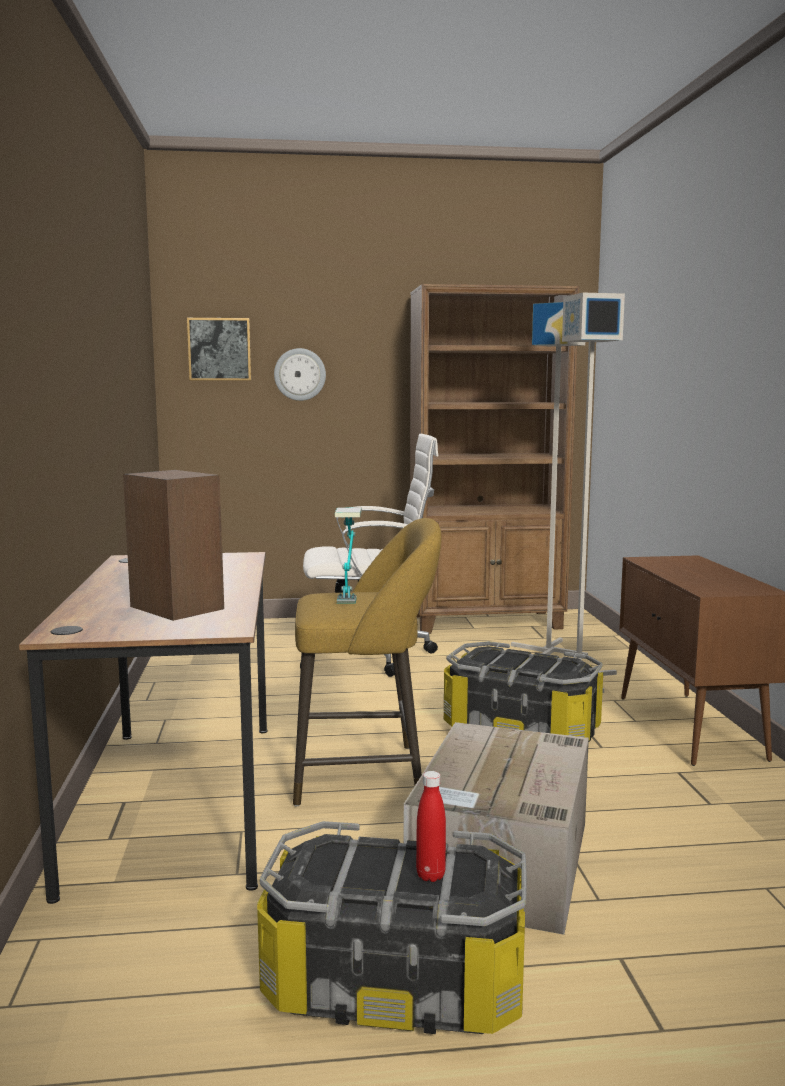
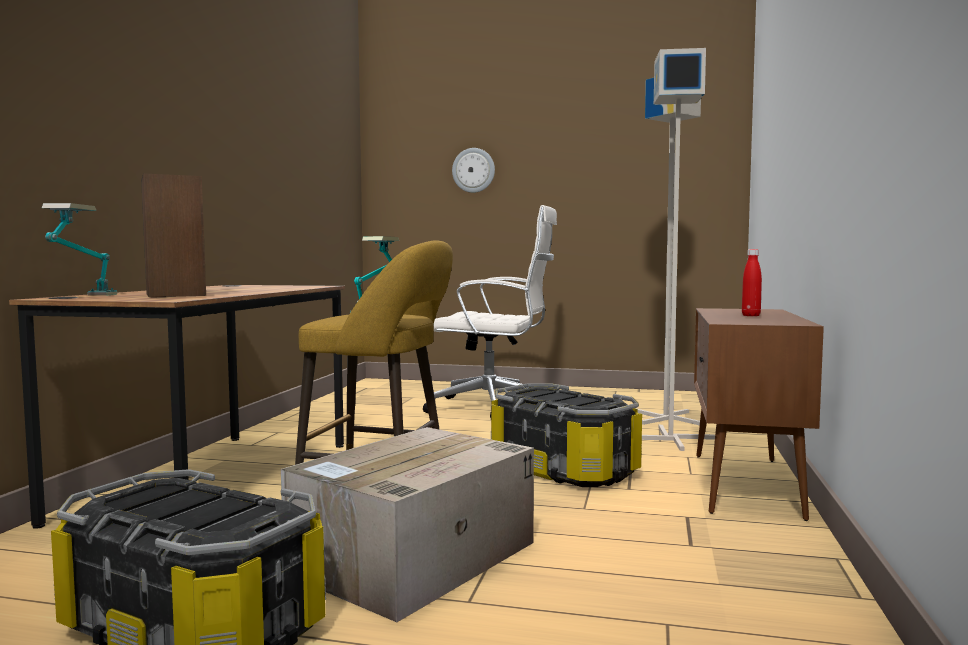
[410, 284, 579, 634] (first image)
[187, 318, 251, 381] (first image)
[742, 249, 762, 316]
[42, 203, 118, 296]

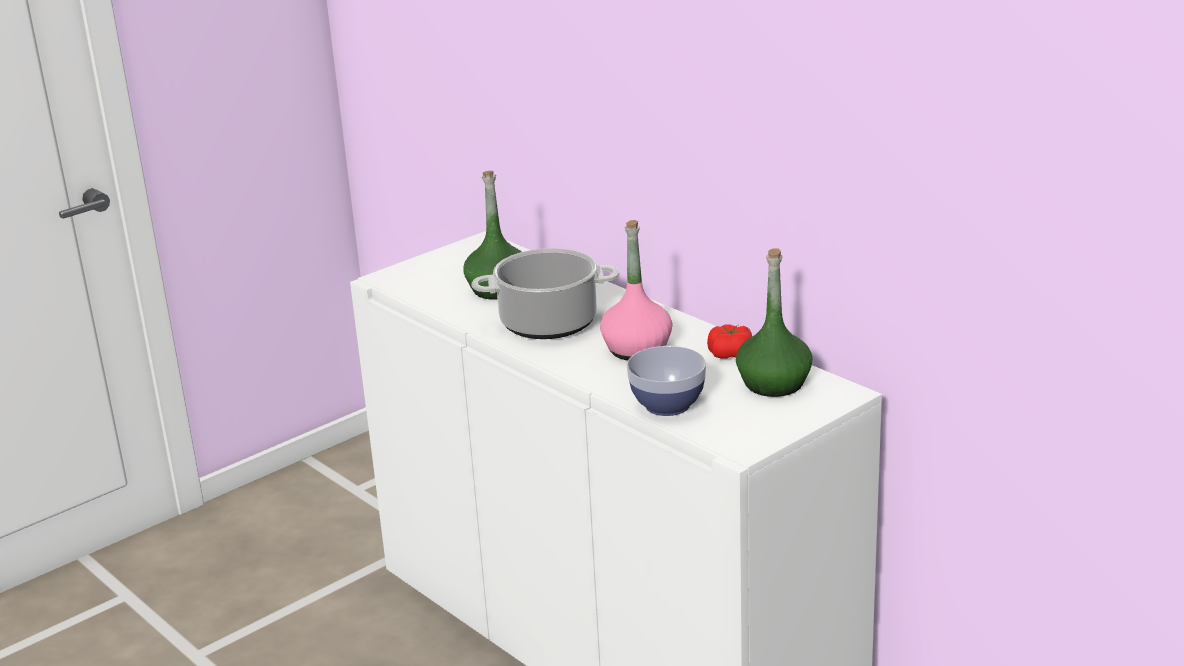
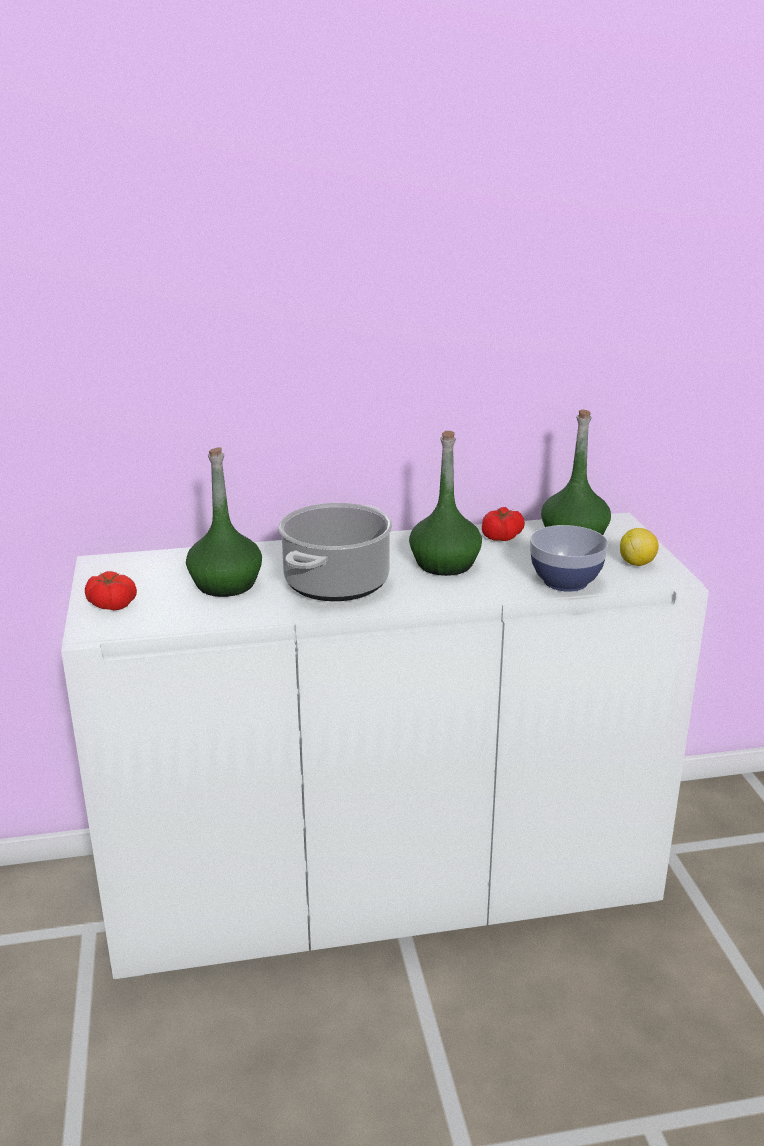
[409, 431, 482, 576]
[620, 528, 659, 566]
[85, 571, 137, 611]

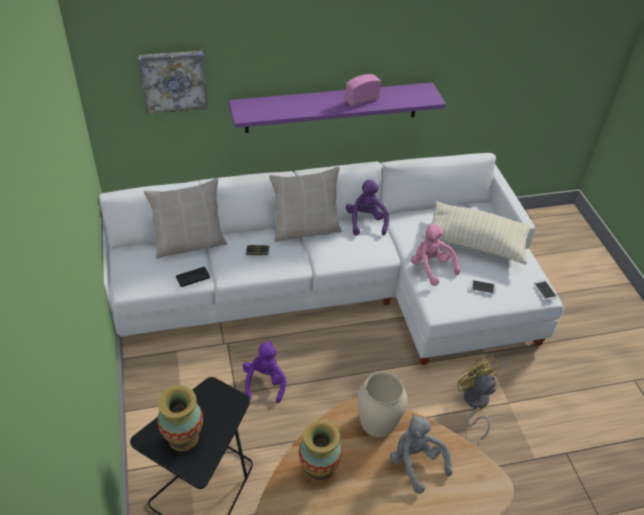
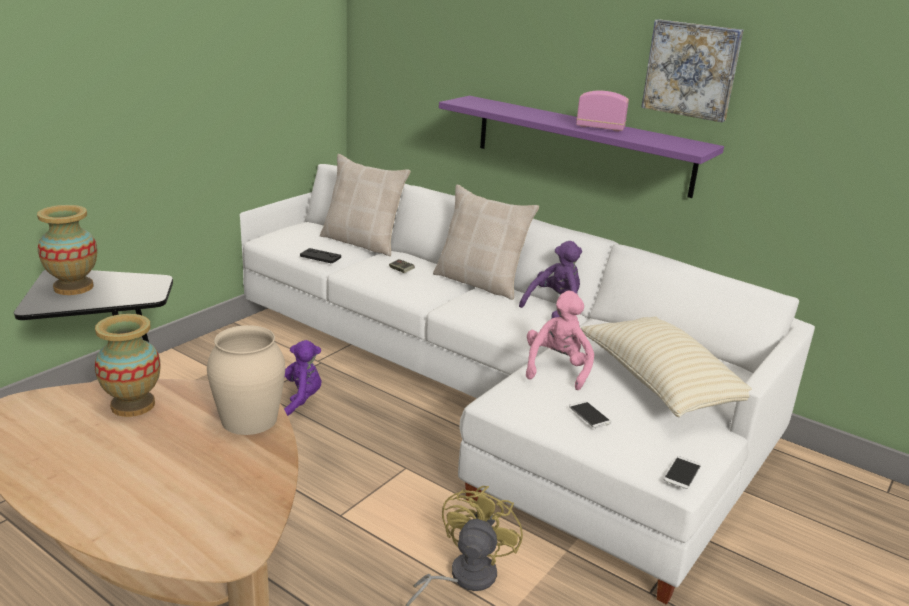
[641, 19, 743, 122]
[390, 414, 452, 494] (first image)

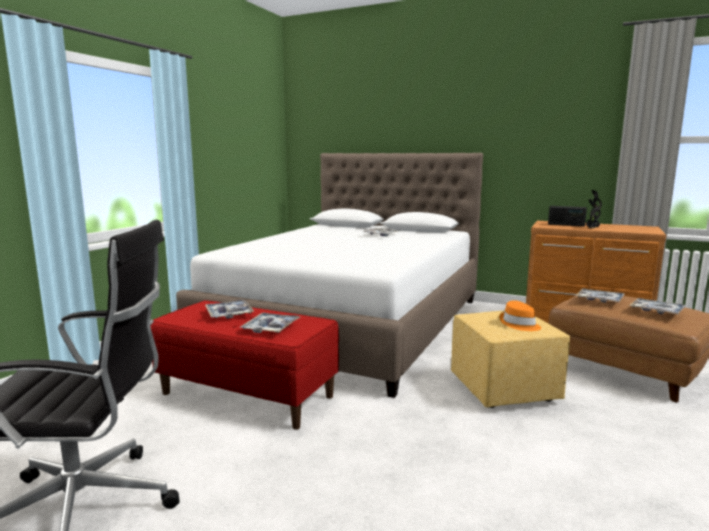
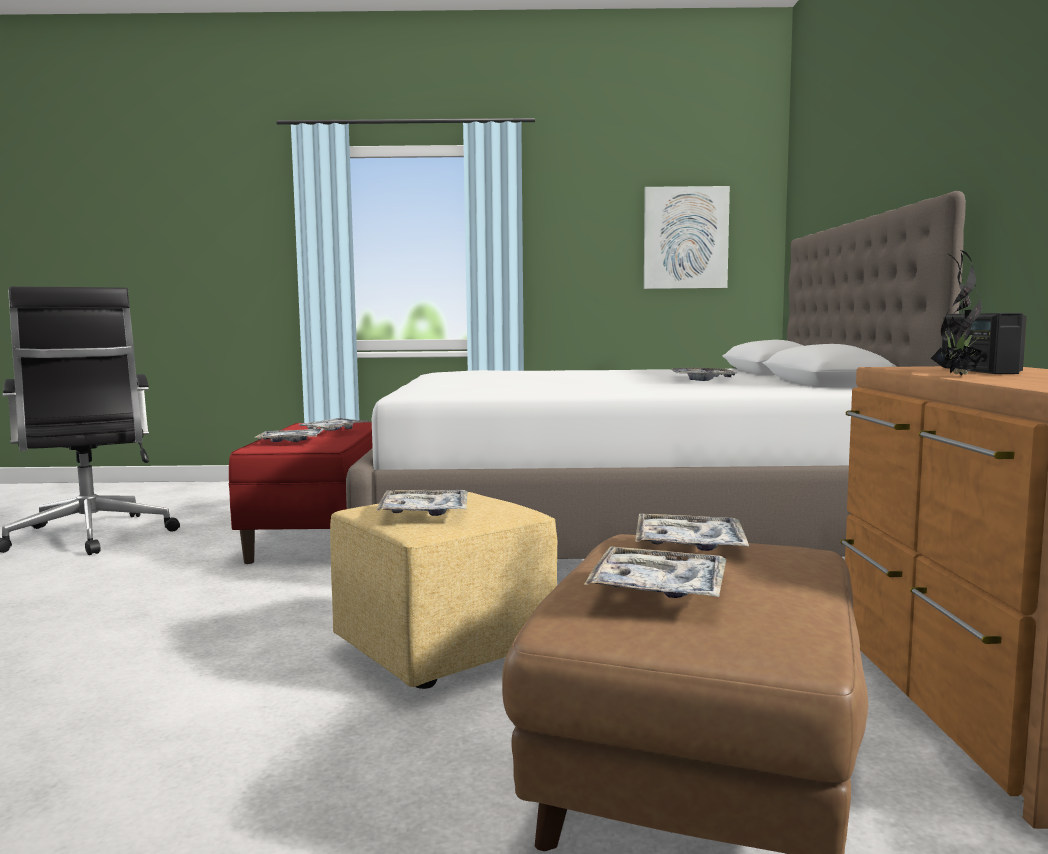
[376, 490, 468, 516]
[644, 186, 730, 289]

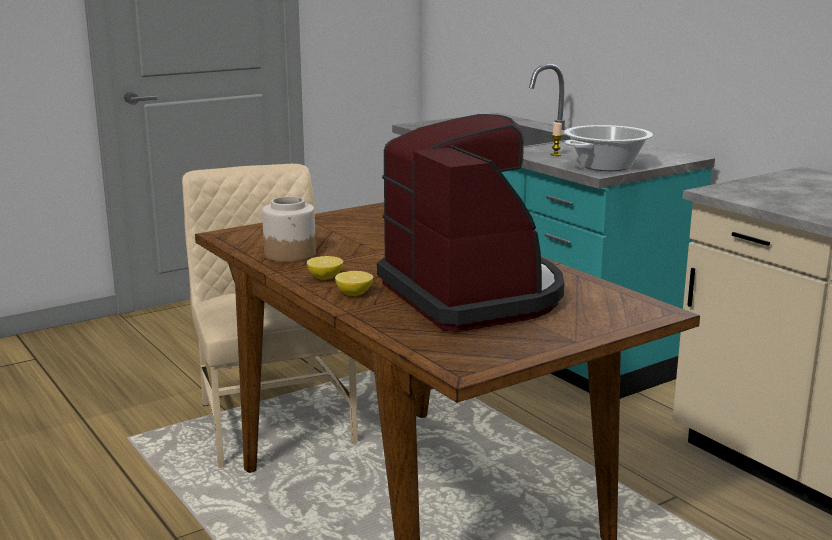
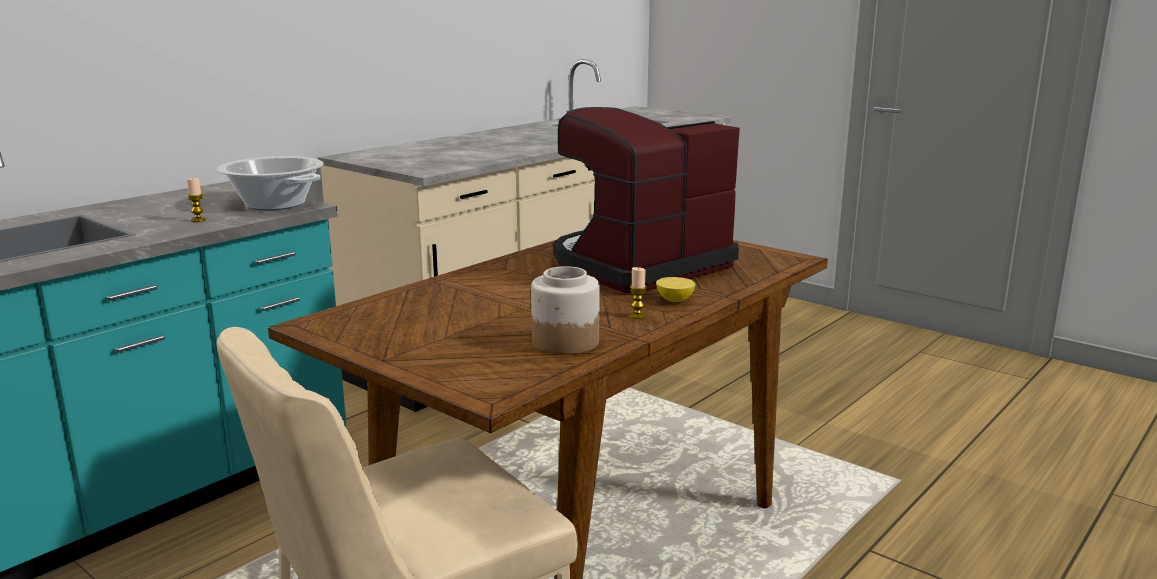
[629, 267, 647, 319]

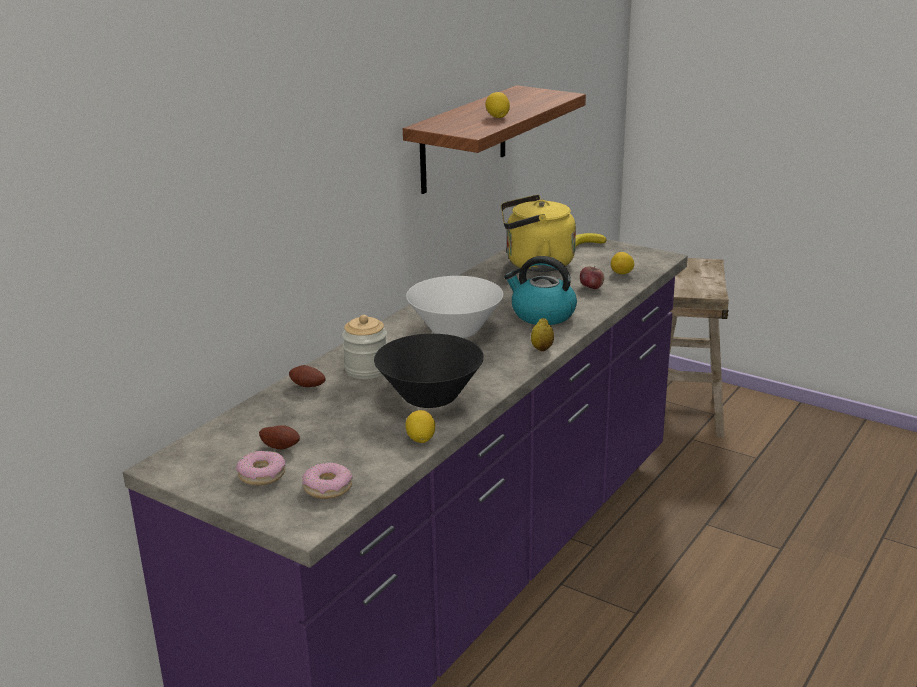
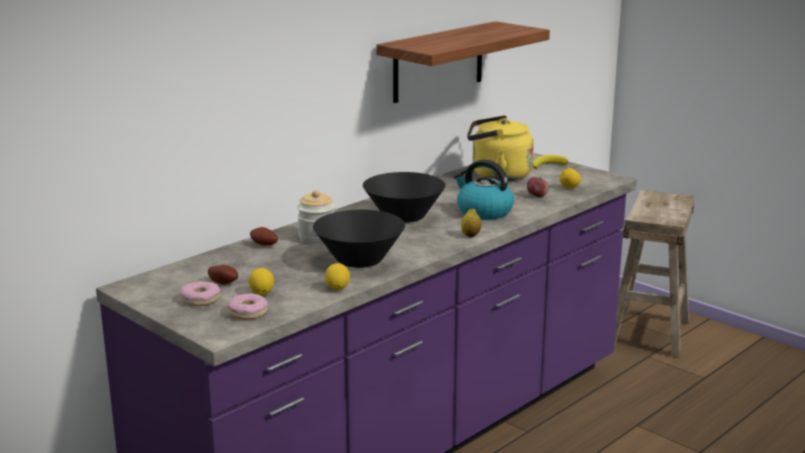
[249, 268, 274, 295]
[363, 172, 446, 223]

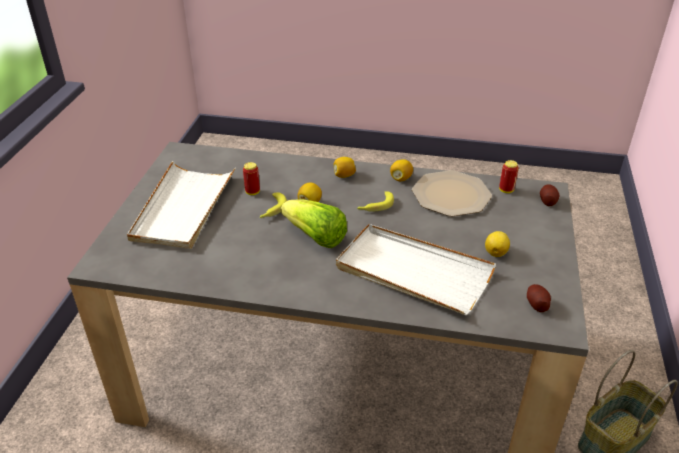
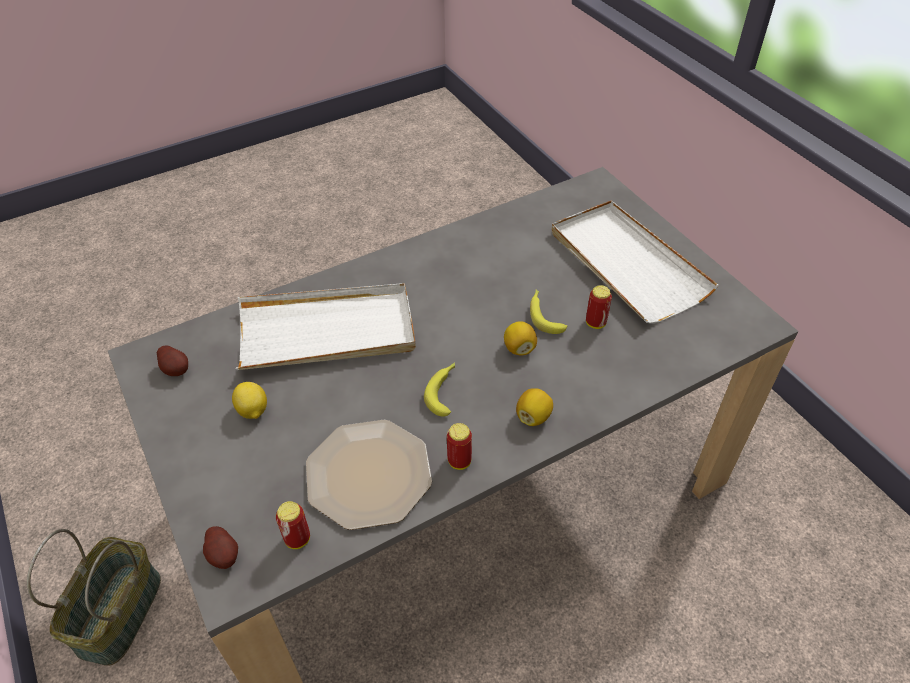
[447, 423, 472, 470]
[281, 199, 347, 248] (first image)

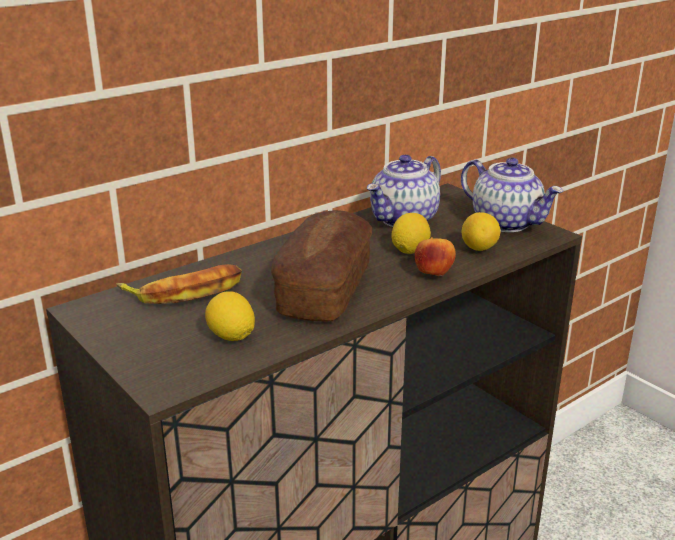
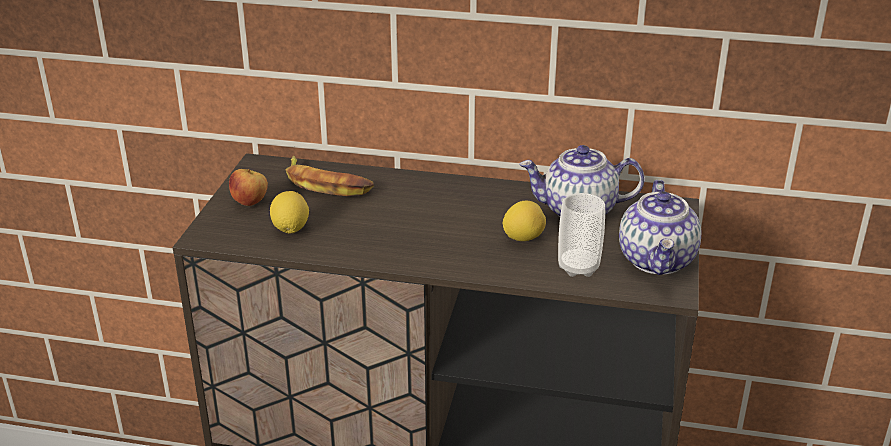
[271, 210, 372, 322] (first image)
[558, 193, 605, 277]
[229, 169, 268, 206]

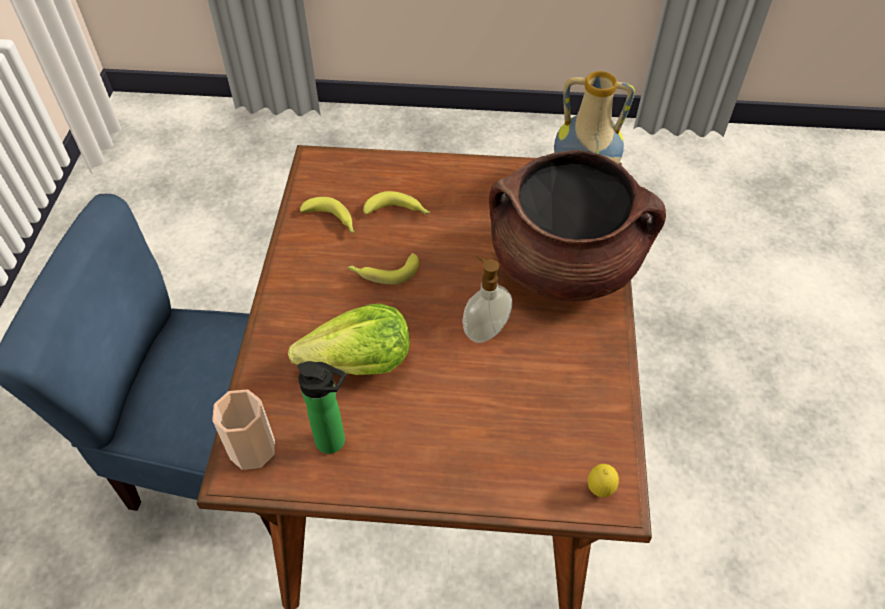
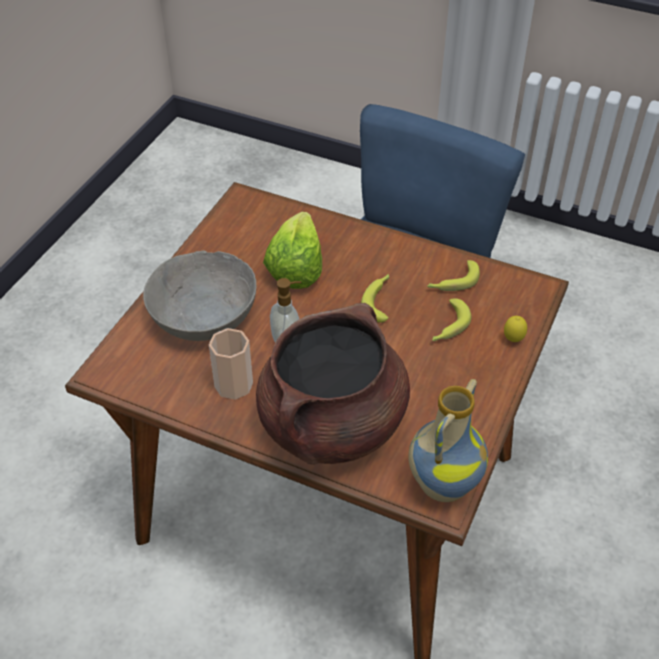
[297, 361, 346, 454] (first image)
[209, 328, 253, 399]
[504, 316, 527, 342]
[143, 250, 256, 341]

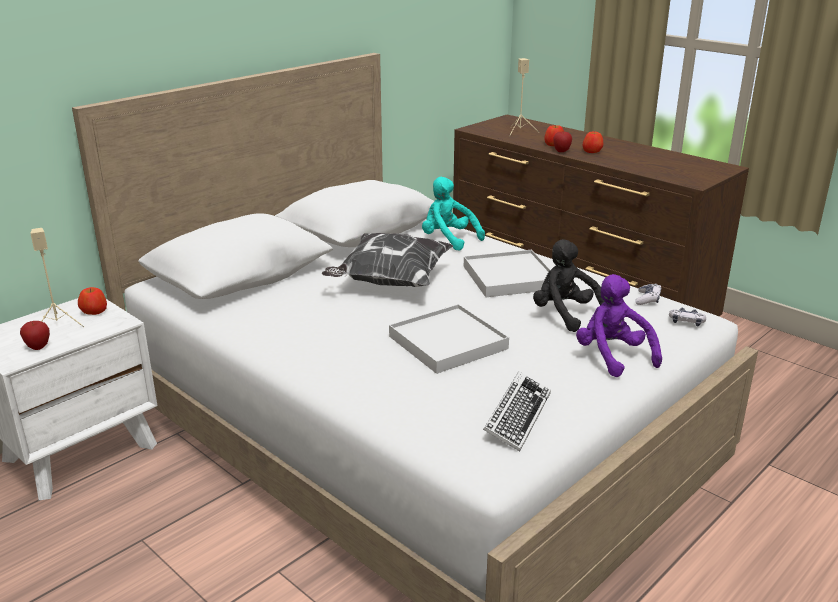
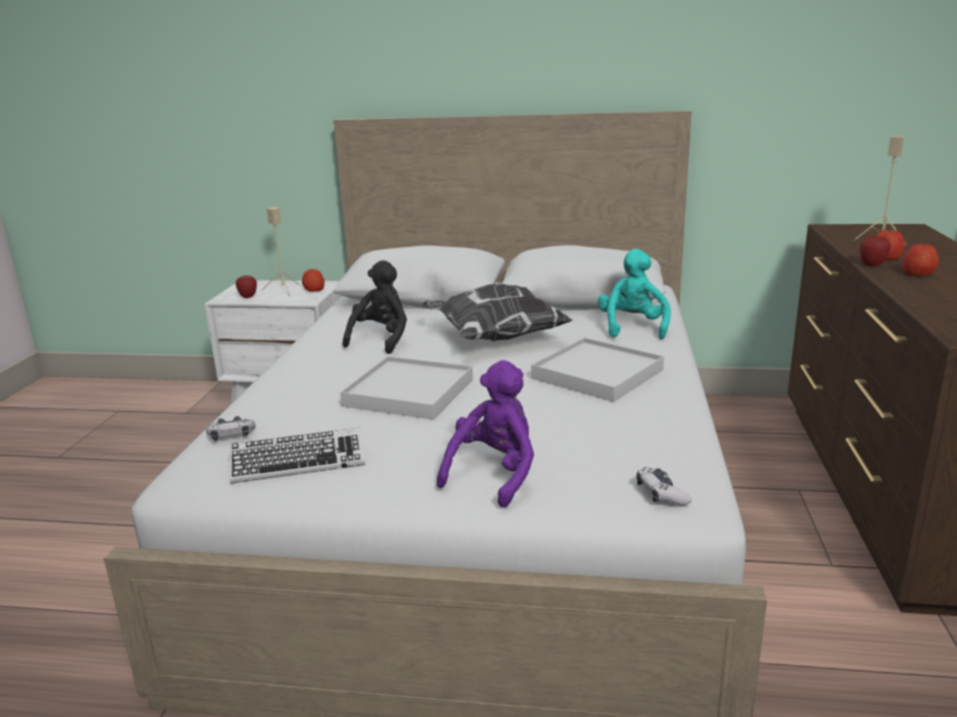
[343, 260, 407, 354]
[206, 416, 256, 441]

